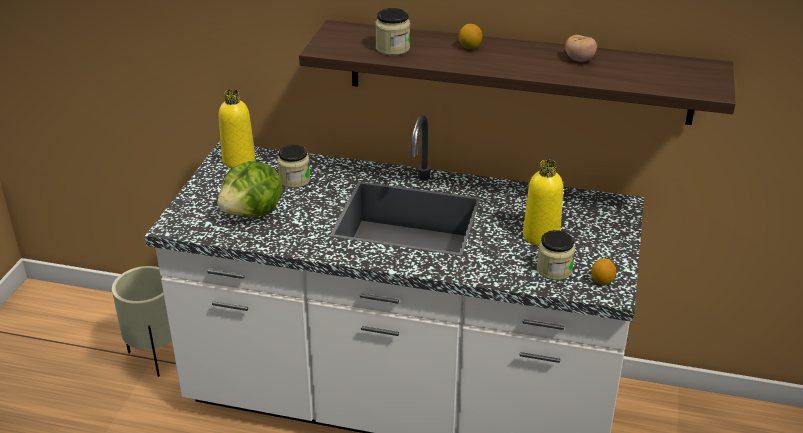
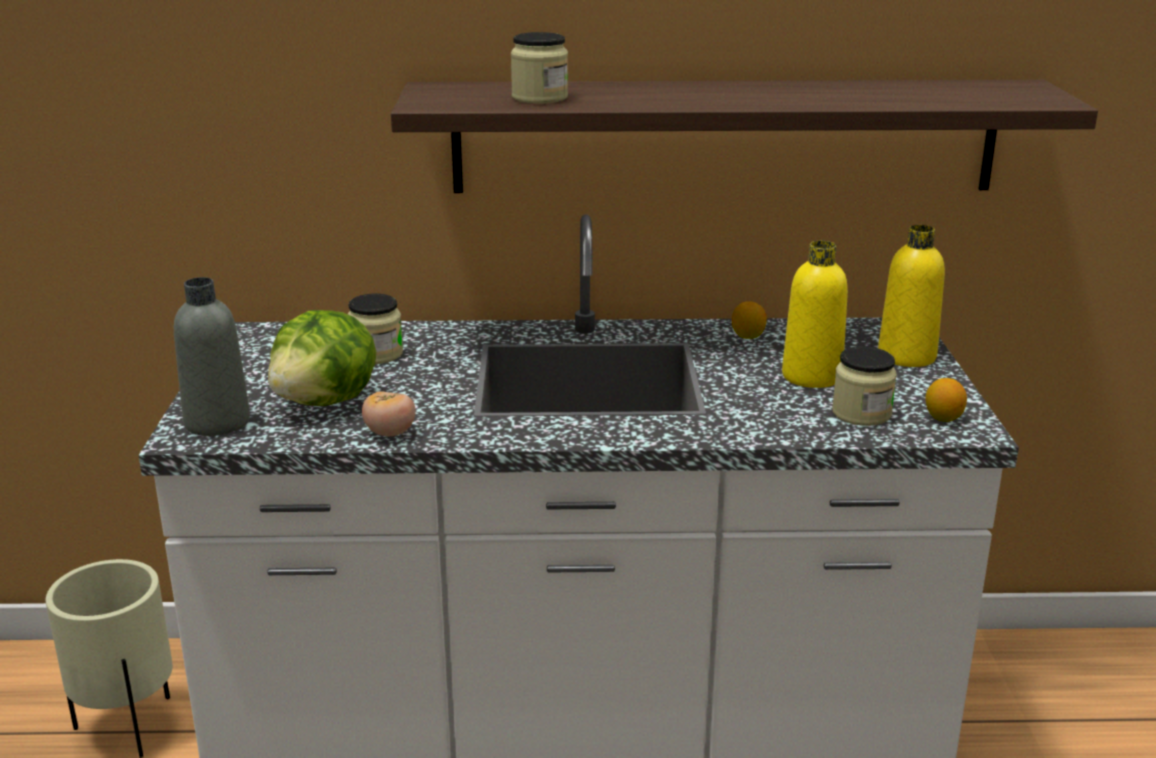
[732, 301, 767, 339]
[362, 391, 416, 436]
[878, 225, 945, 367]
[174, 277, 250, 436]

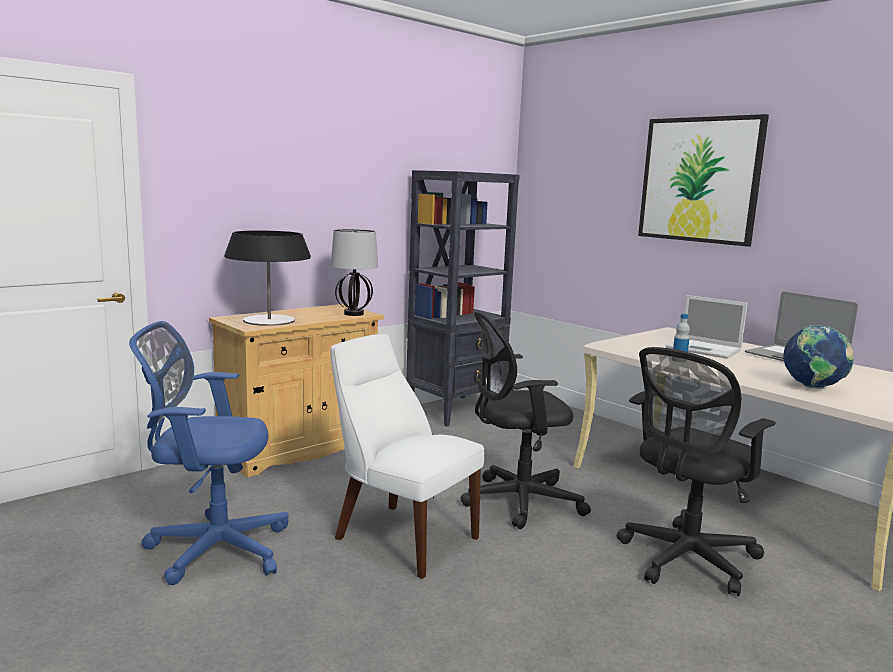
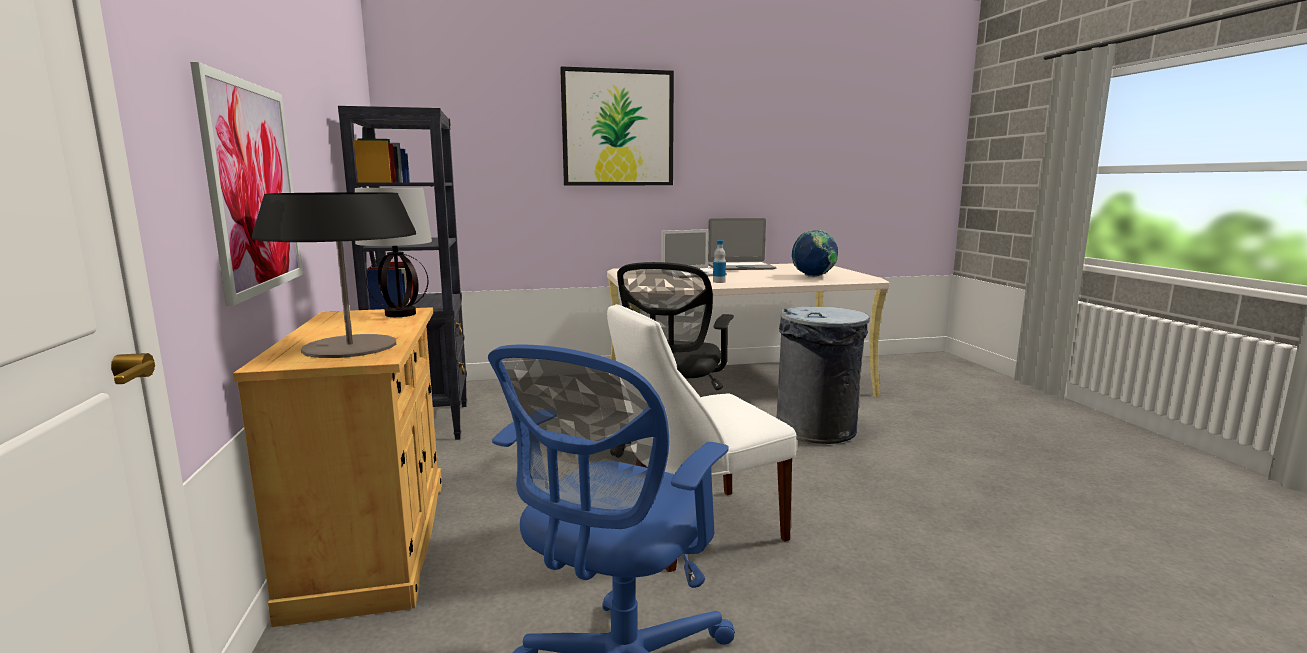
[776, 307, 870, 444]
[190, 62, 303, 306]

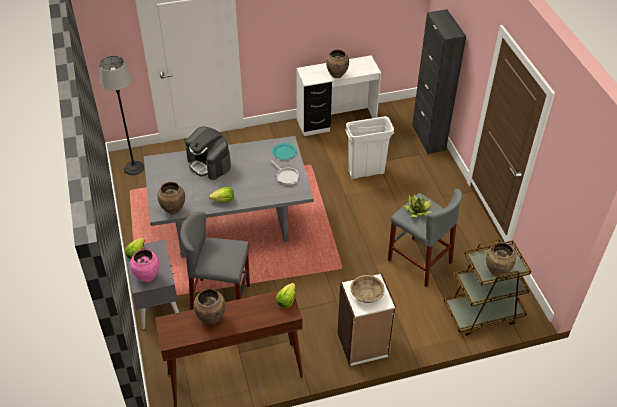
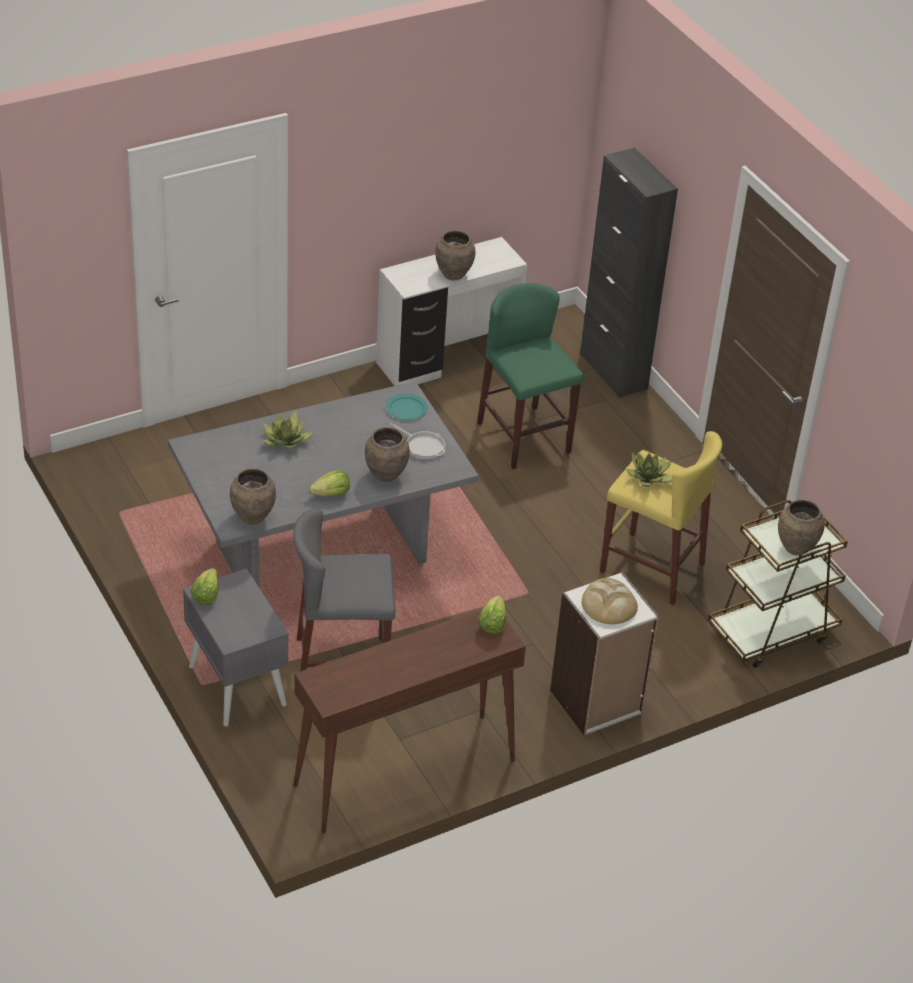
[99, 56, 145, 175] (first image)
[477, 283, 584, 469]
[262, 411, 314, 449]
[600, 431, 722, 605]
[130, 249, 159, 282] (first image)
[582, 578, 638, 624]
[365, 427, 410, 482]

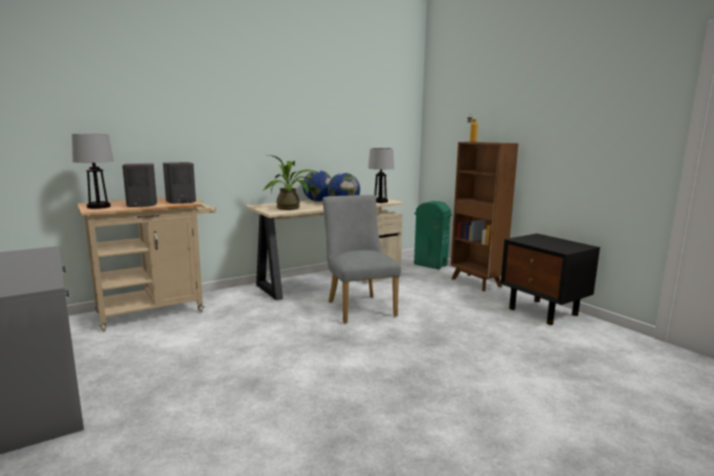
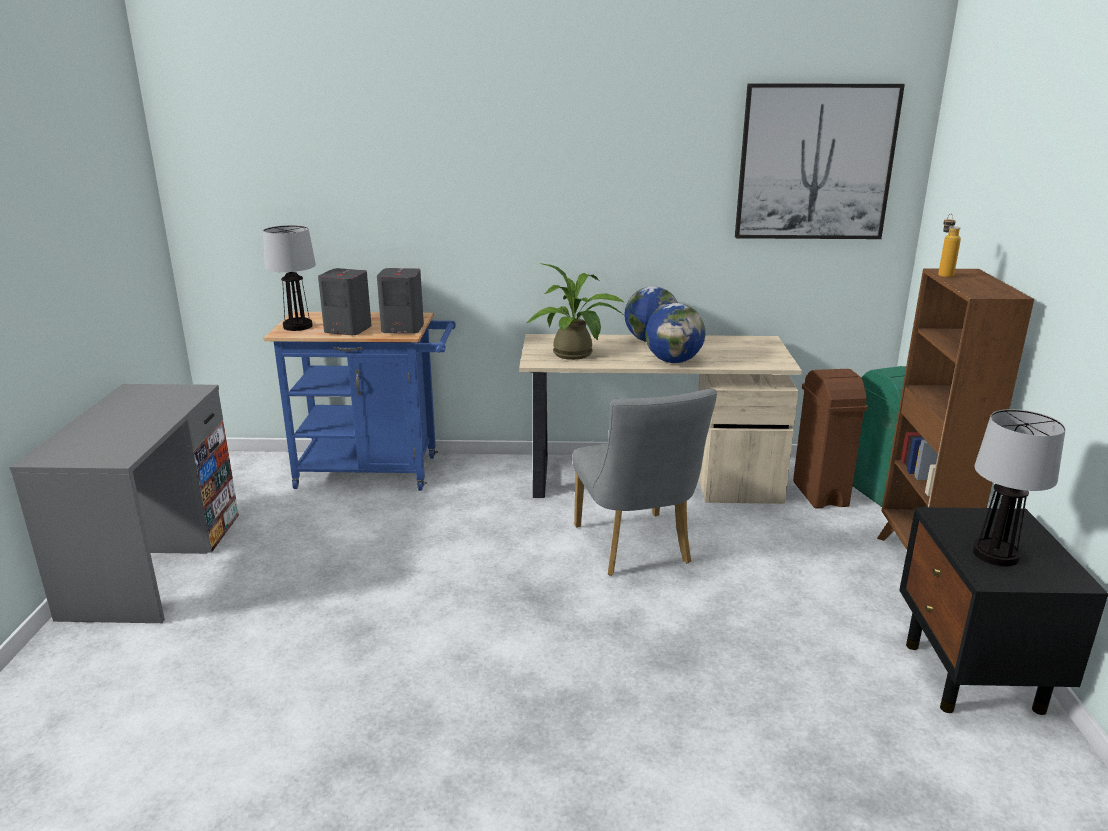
[973, 409, 1066, 566]
[572, 389, 717, 576]
[264, 312, 456, 491]
[735, 84, 905, 239]
[793, 369, 868, 509]

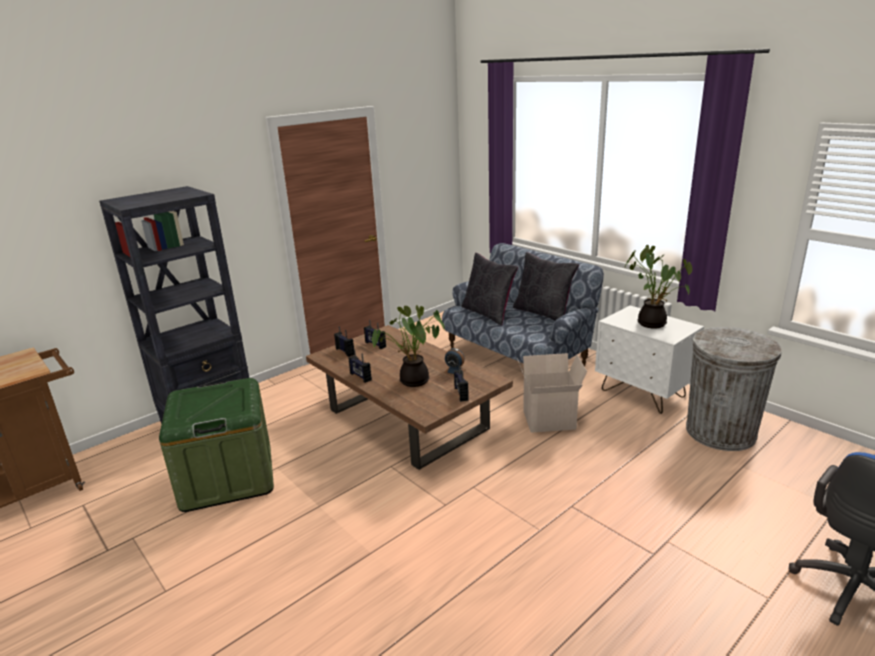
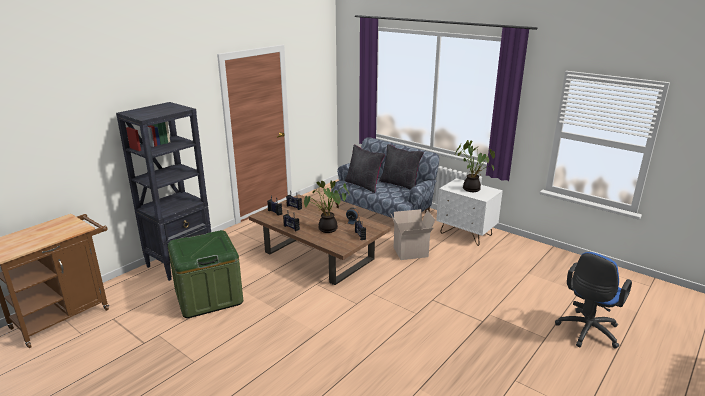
[686, 327, 781, 451] (first image)

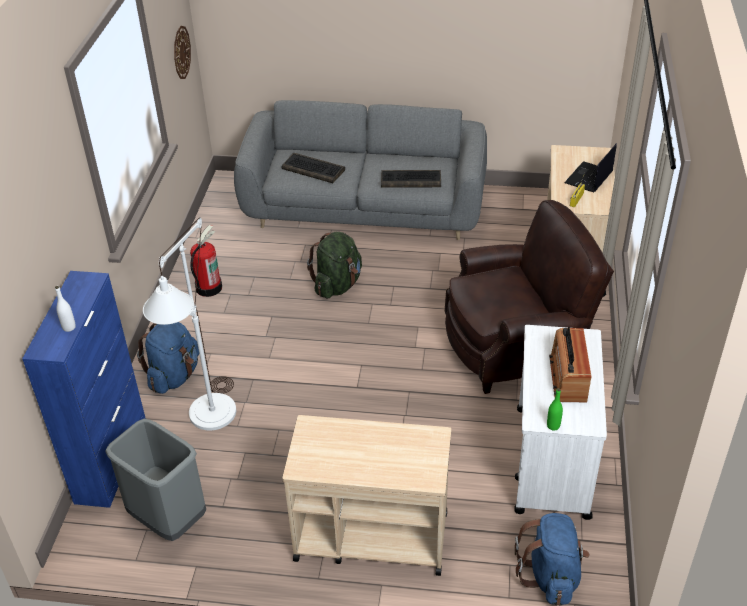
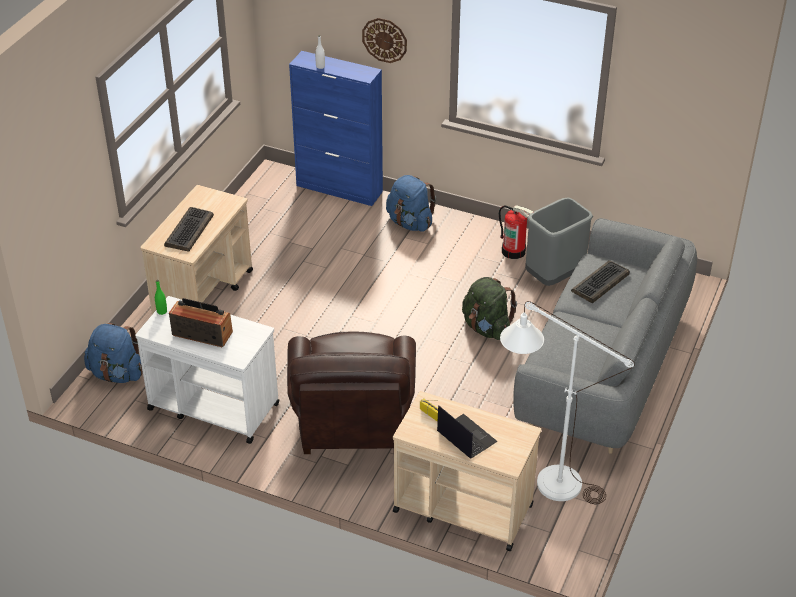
[362, 18, 407, 63]
[164, 207, 214, 252]
[500, 301, 635, 504]
[525, 197, 593, 286]

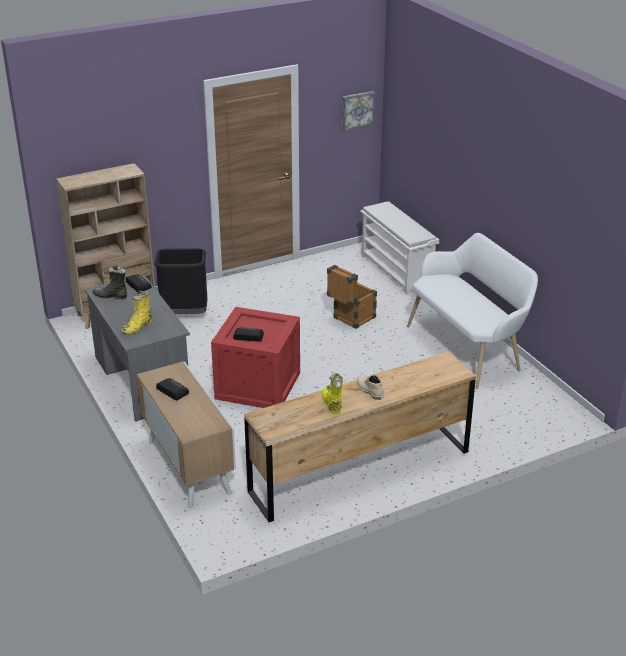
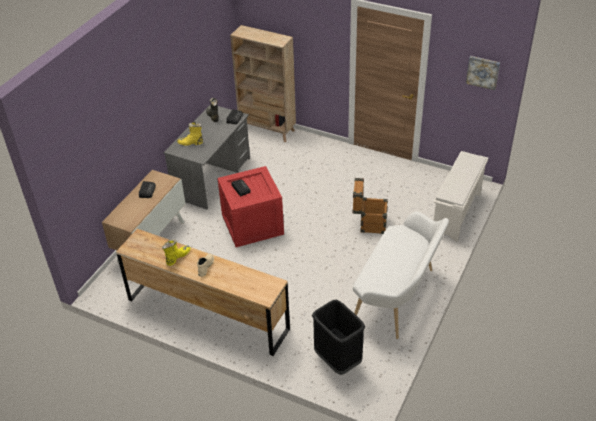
[312, 300, 365, 375]

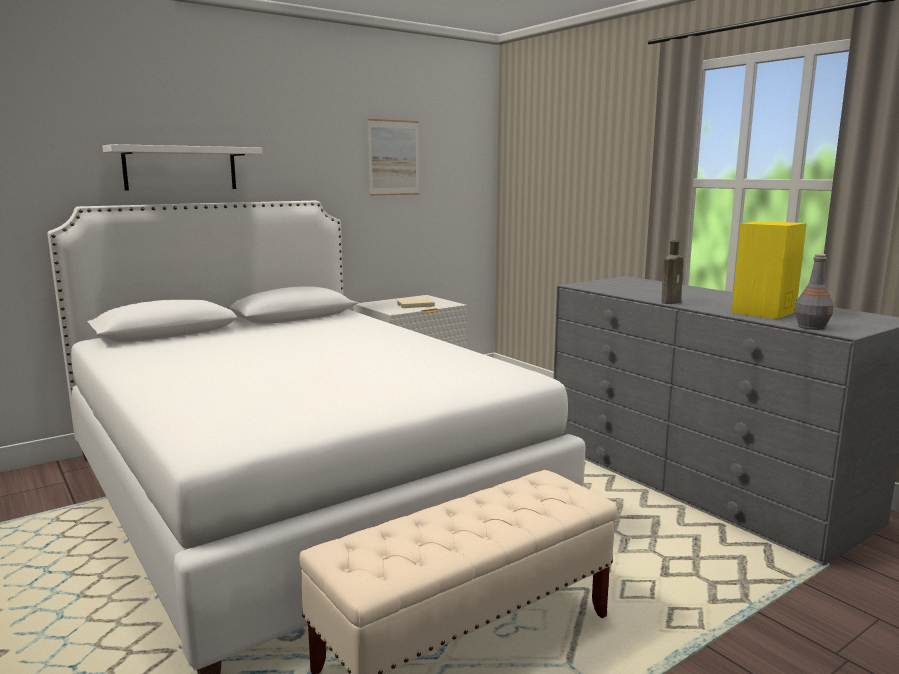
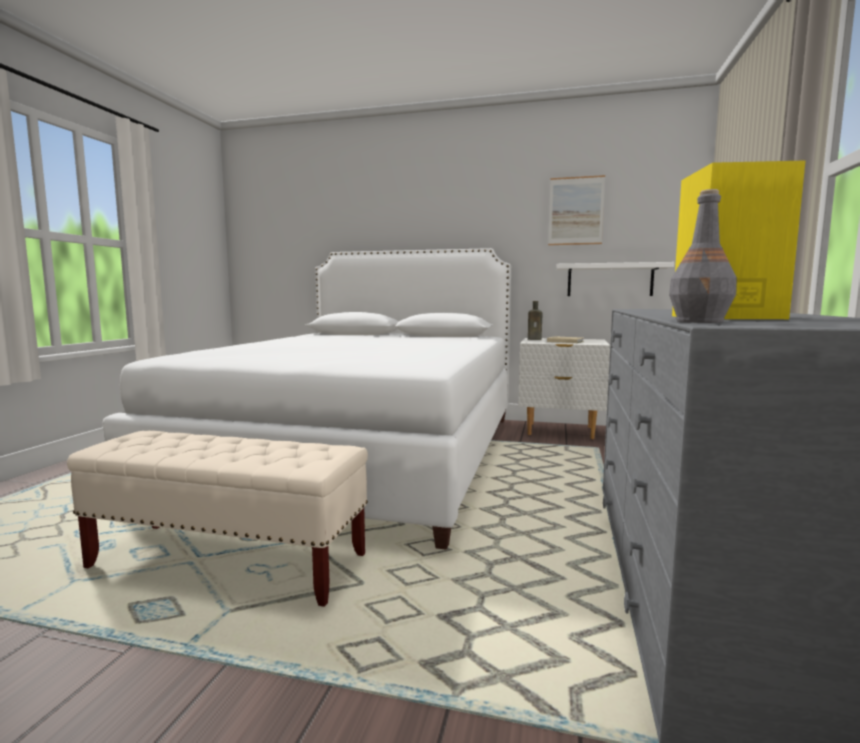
[557, 262, 674, 296]
[528, 301, 542, 340]

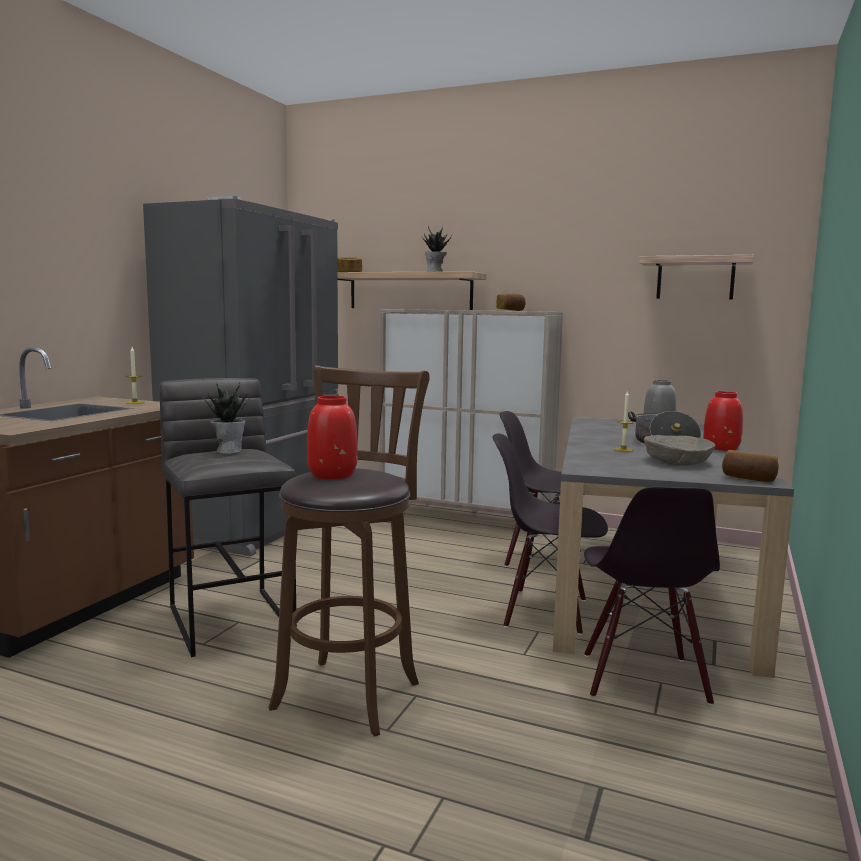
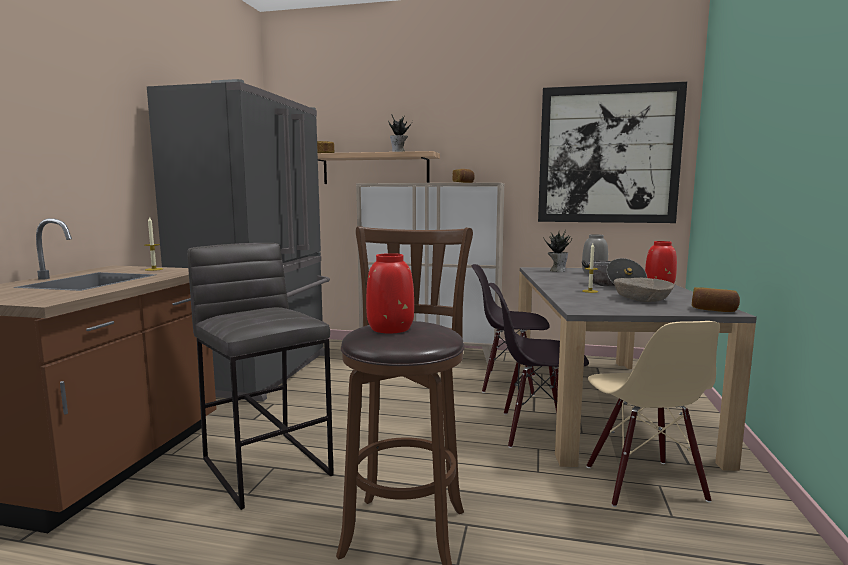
[538, 82, 687, 223]
[543, 229, 572, 272]
[586, 321, 720, 507]

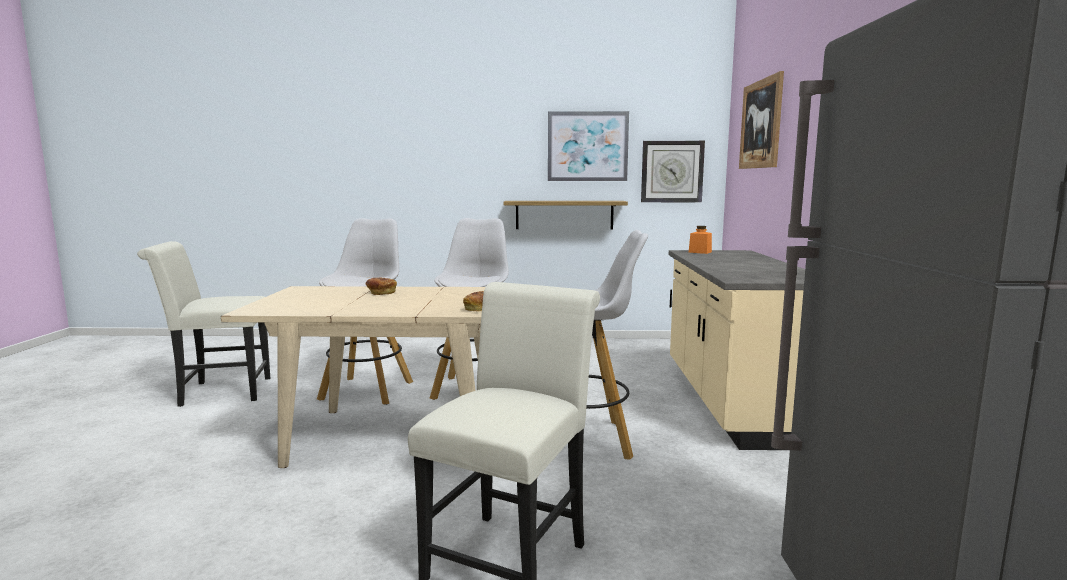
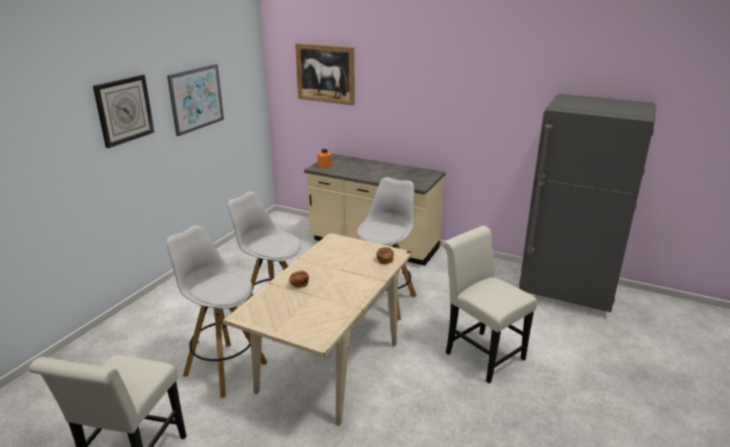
[93, 75, 155, 148]
[504, 201, 628, 229] (first image)

